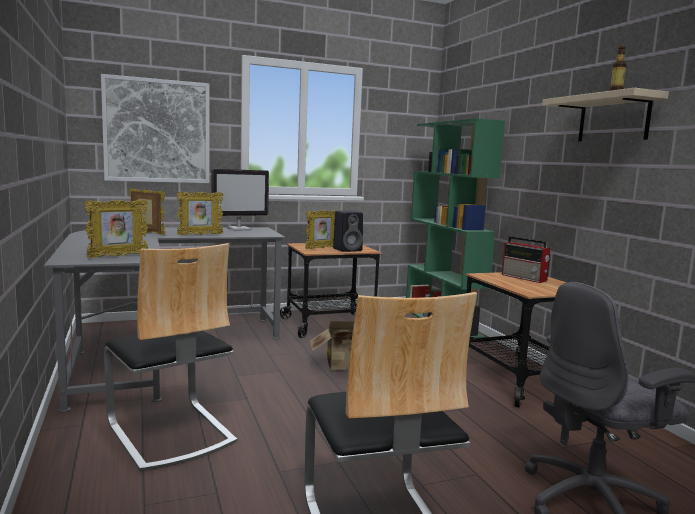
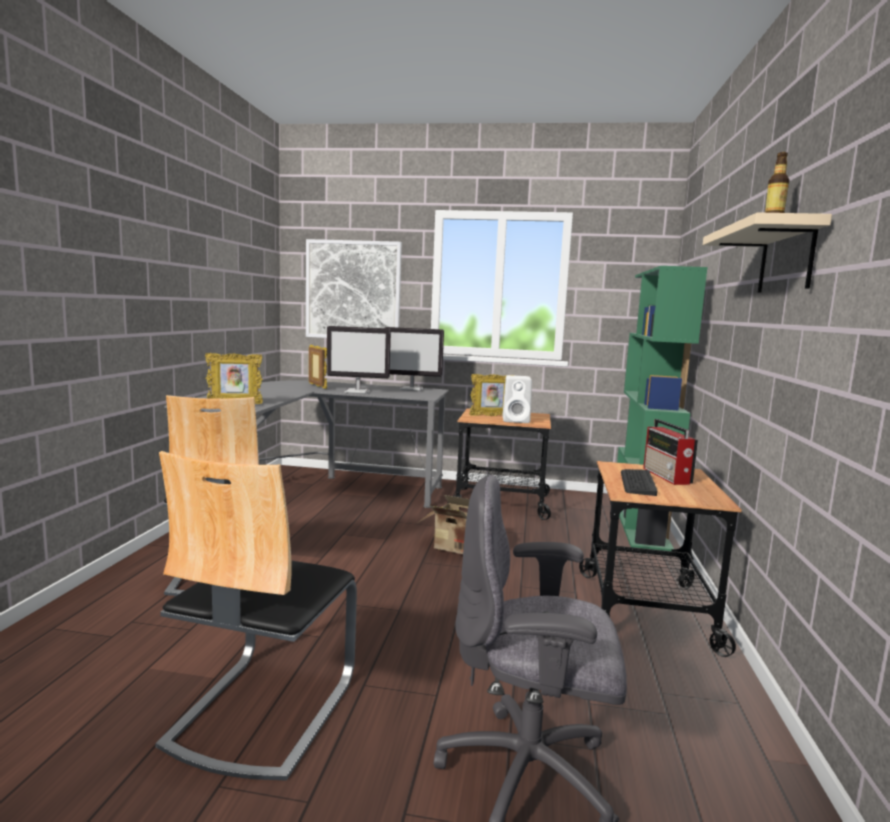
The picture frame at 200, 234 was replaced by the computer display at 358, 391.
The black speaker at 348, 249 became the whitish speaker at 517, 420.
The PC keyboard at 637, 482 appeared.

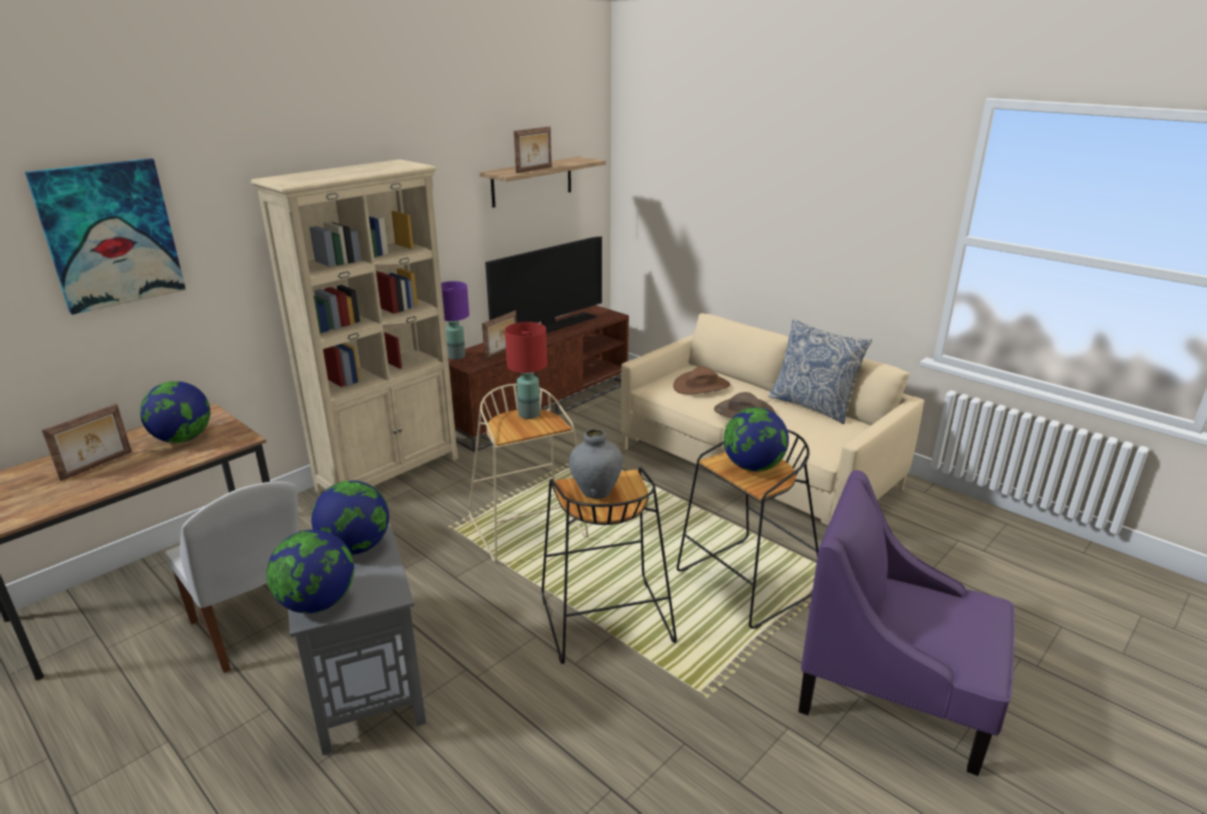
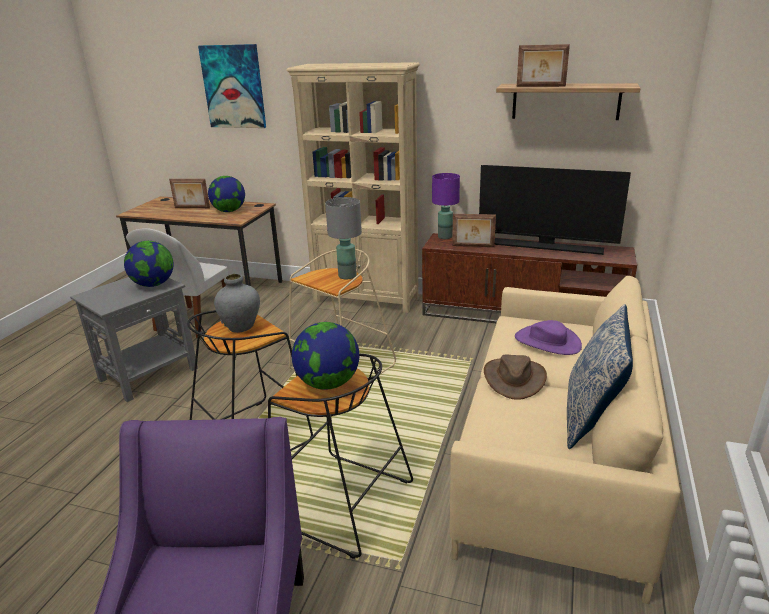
The reddish lamp for a table at 528, 414 became the gray lamp for a table at 347, 276.
The brown hat at 701, 386 became the purple-coloured hat at 547, 342.
The globe at 317, 603 disappeared.

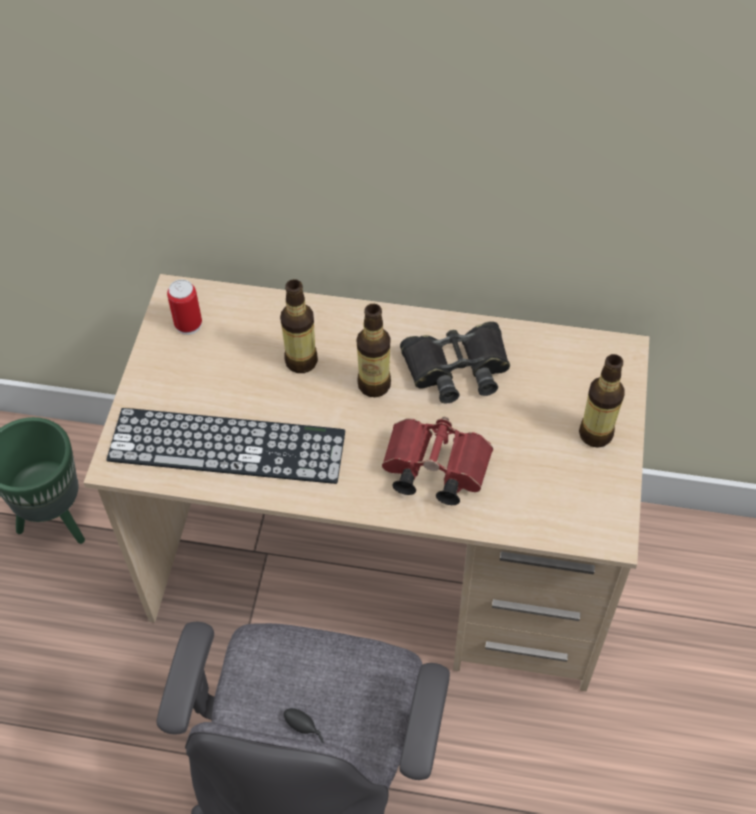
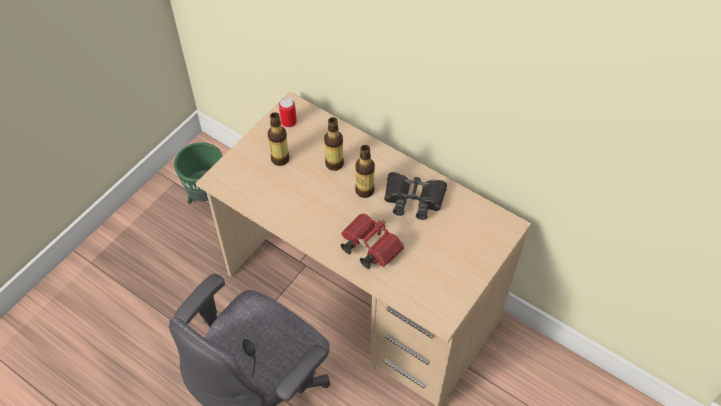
The beverage bottle moved from 595, 434 to 280, 159.
The PC keyboard at 227, 446 disappeared.

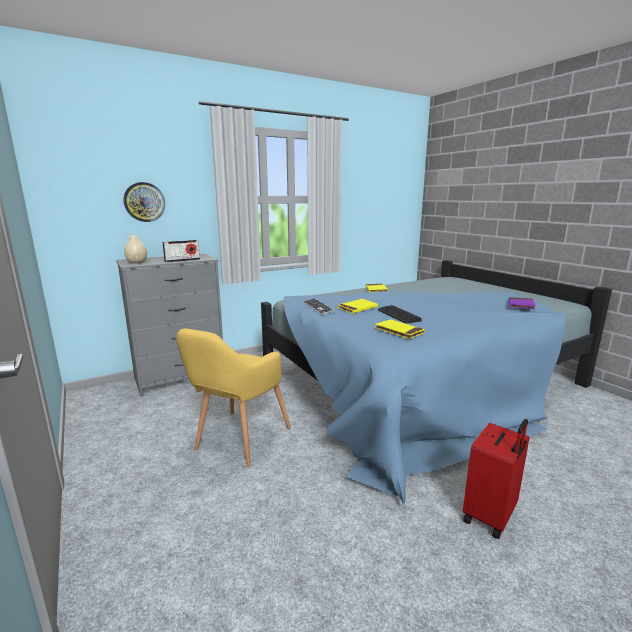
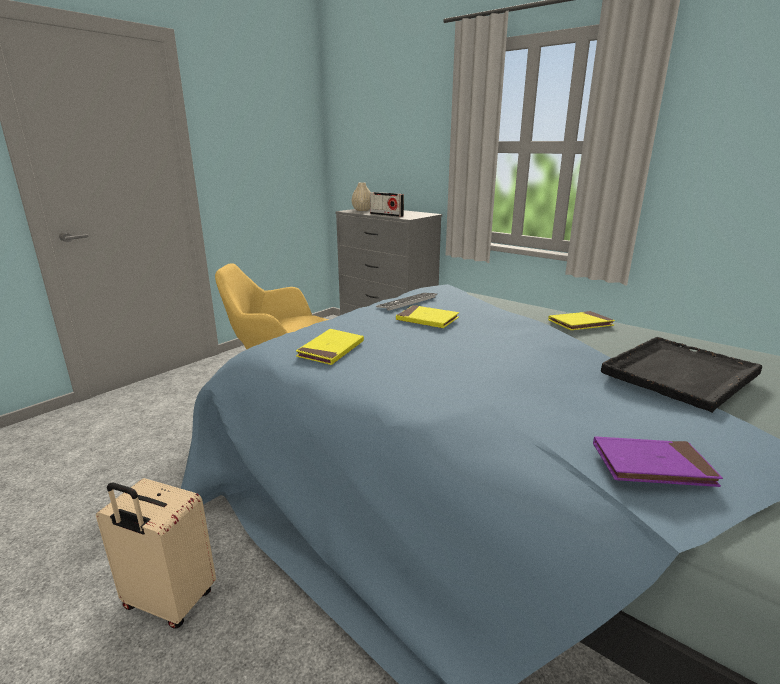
The reddish suitcase at 490, 516 became the beige-coloured suitcase at 168, 602.
The black tray at 678, 373 appeared.
The wall clock at 144, 202 disappeared.
The PC keyboard at 398, 315 disappeared.

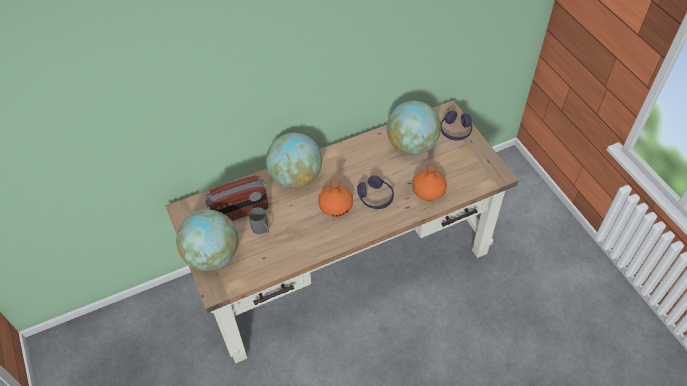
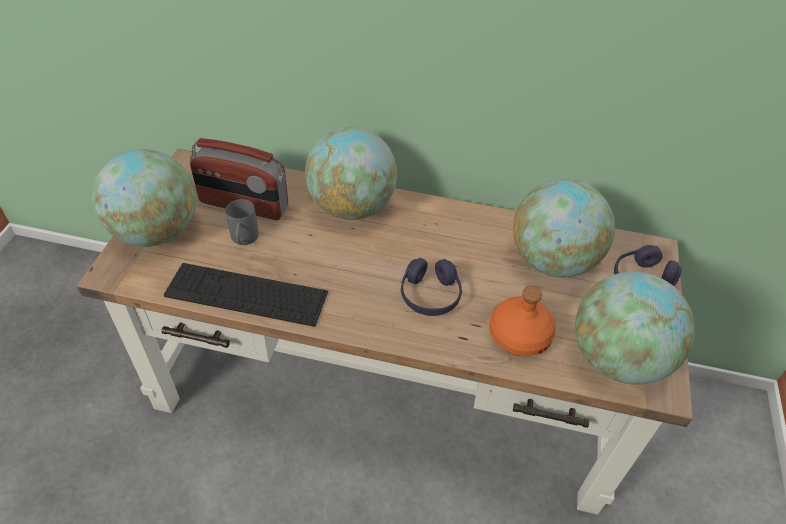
The PC keyboard at 246, 294 appeared.
The globe at 617, 358 appeared.
The orange-coloured beverage bottle at 335, 205 disappeared.

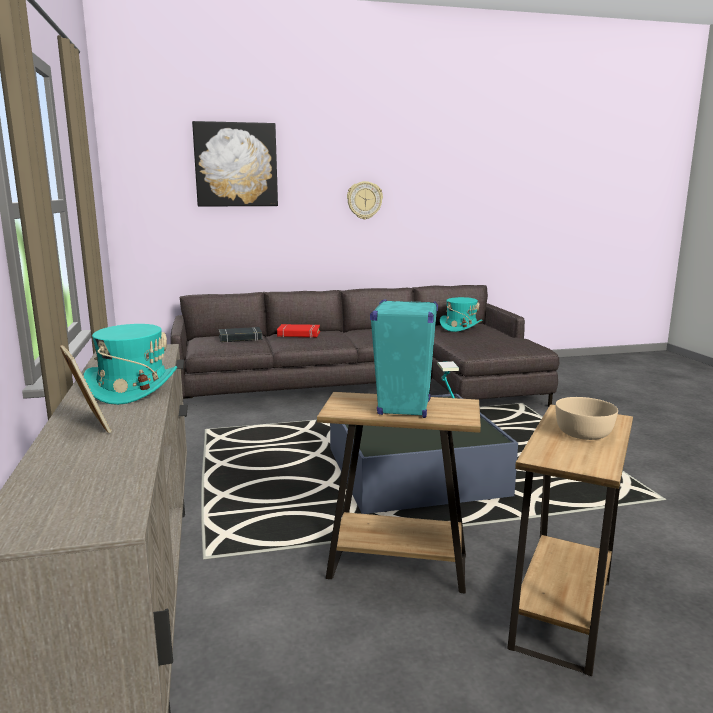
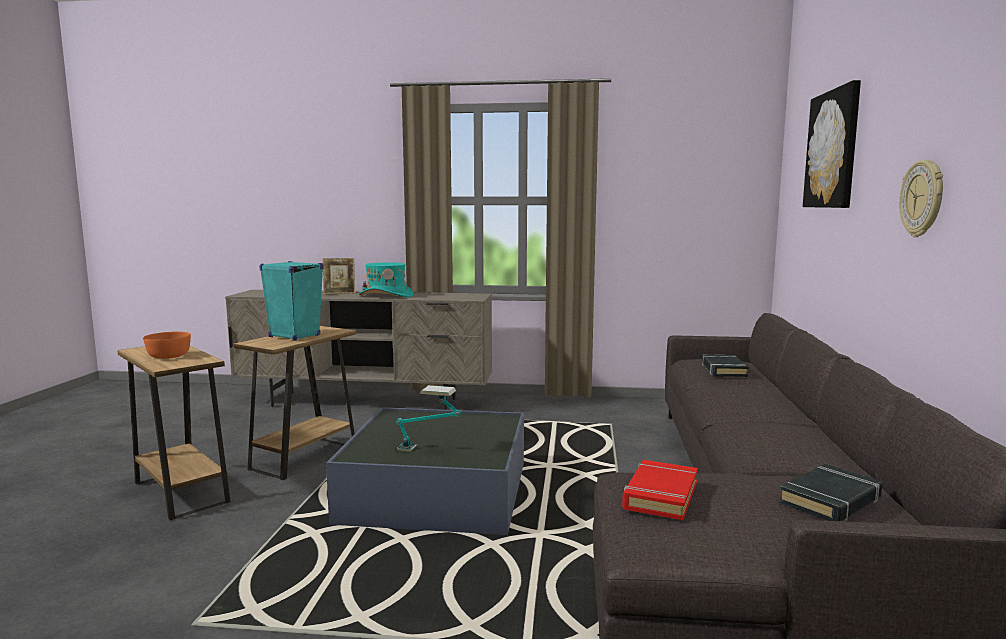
The beige-coloured bowl at 584, 433 became the orange-coloured bowl at 169, 356.
The reddish bound book moved from 298, 334 to 660, 496.
The turquoise-coloured hat at 460, 327 was replaced by the black bound book at 831, 500.

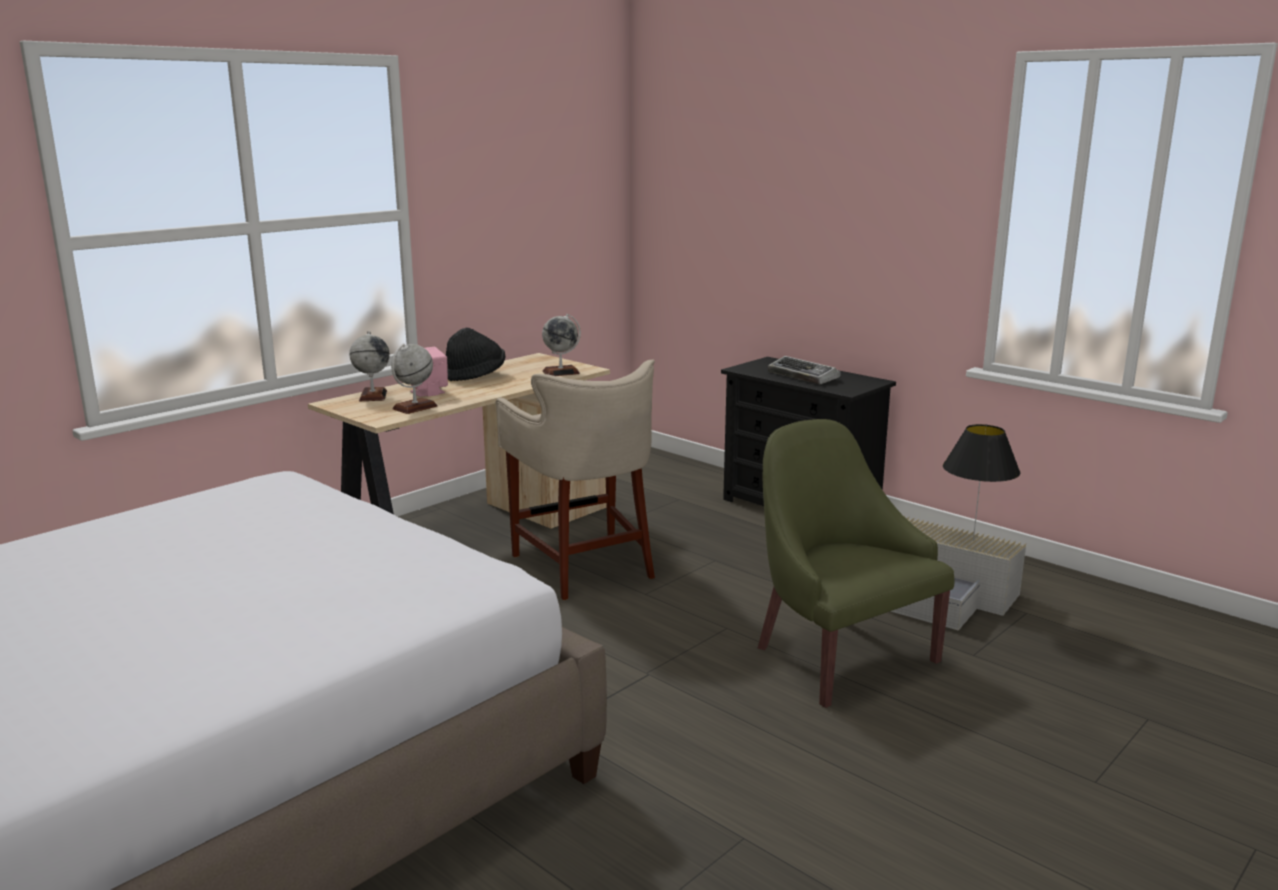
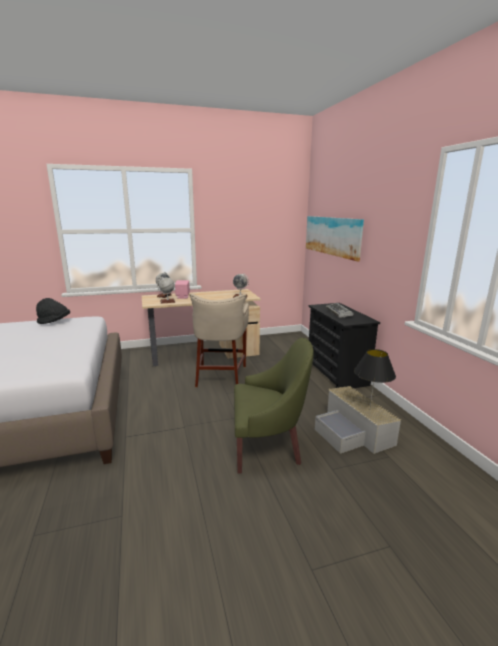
The black hat moved from 475, 376 to 54, 322.
The green lounge chair at 838, 655 turned 90 degrees clockwise.
The picture at 332, 236 appeared.

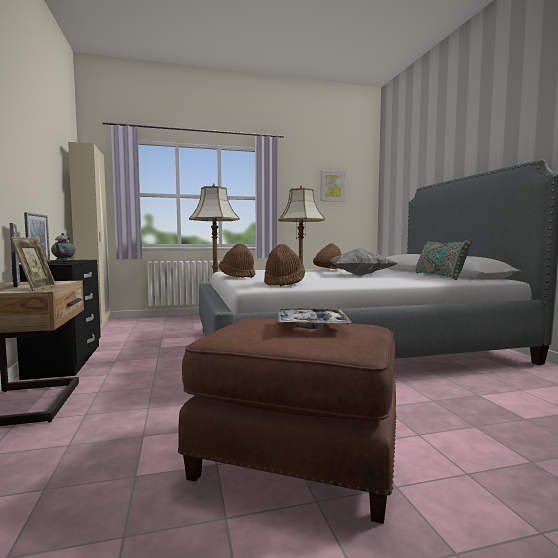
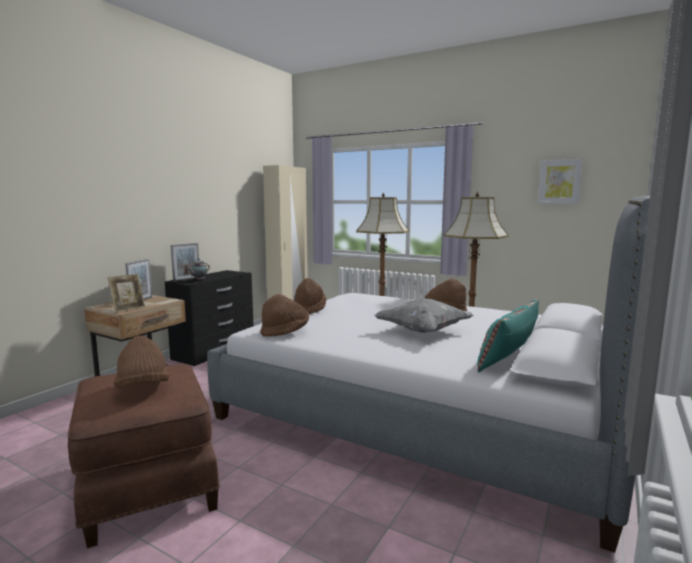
The tray at 311, 325 was replaced by the brown hat at 143, 388.

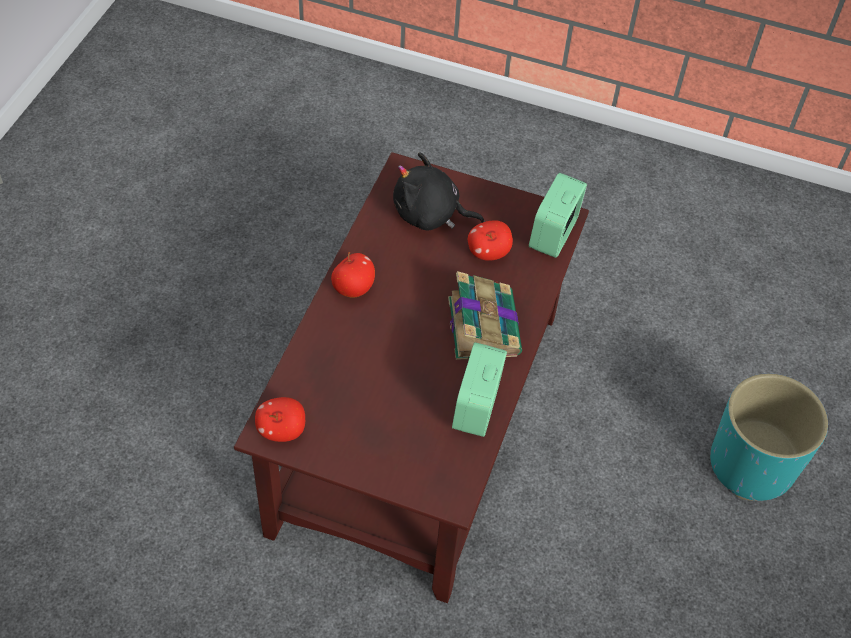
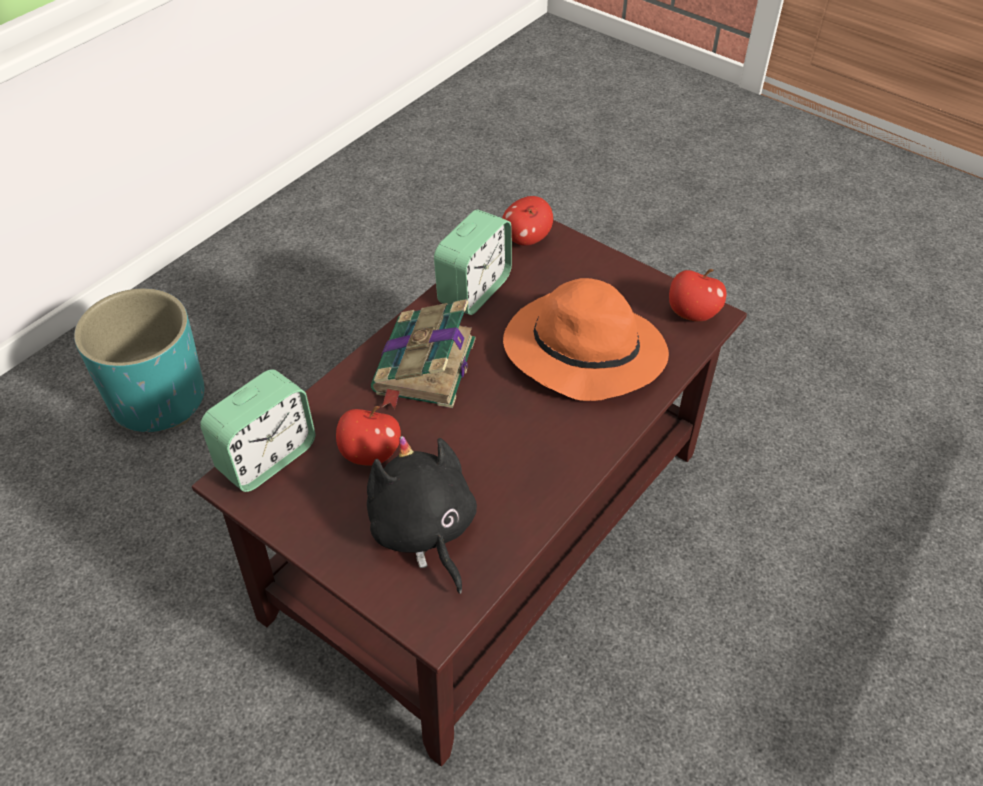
The black plush toy at 430, 215 turned 150 degrees counterclockwise.
The whole apple moved from 353, 288 to 526, 239.
The orange-coloured hat at 581, 352 appeared.

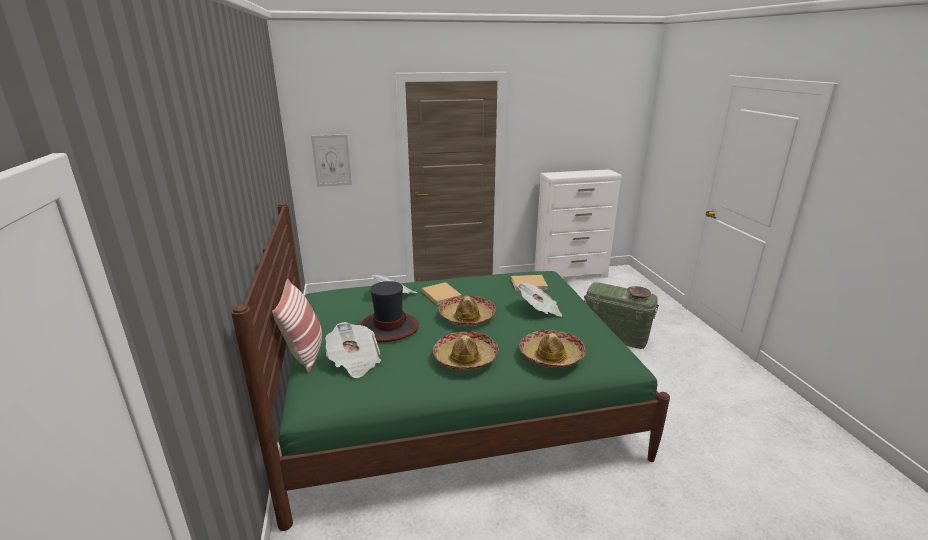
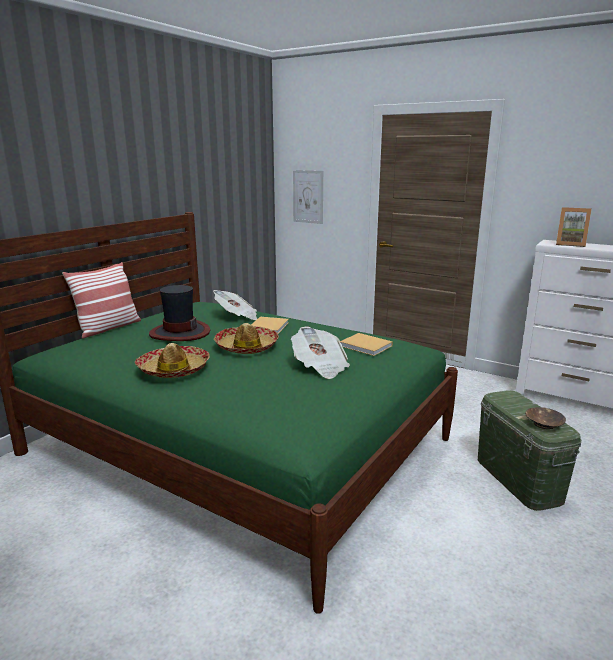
The picture frame at 570, 244 appeared.
The daily paper at 354, 362 disappeared.
The hat at 551, 356 disappeared.

